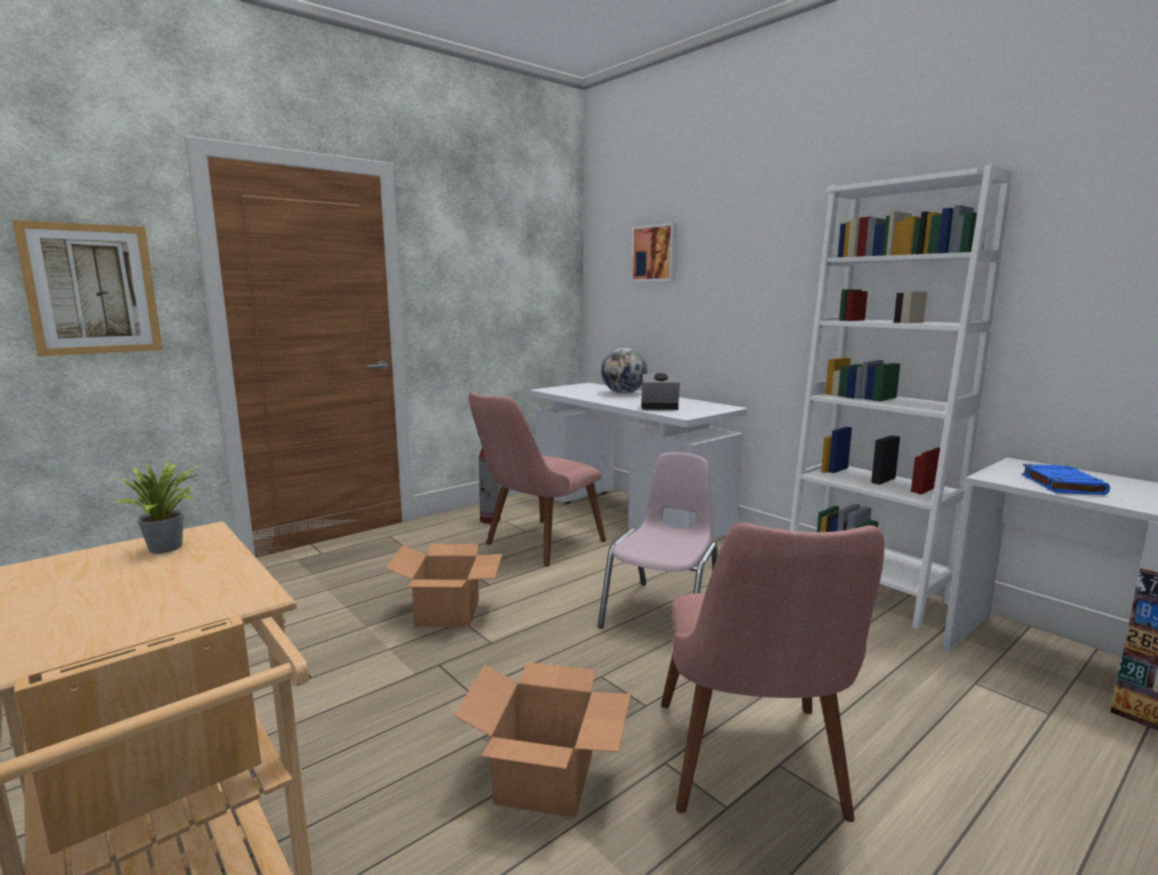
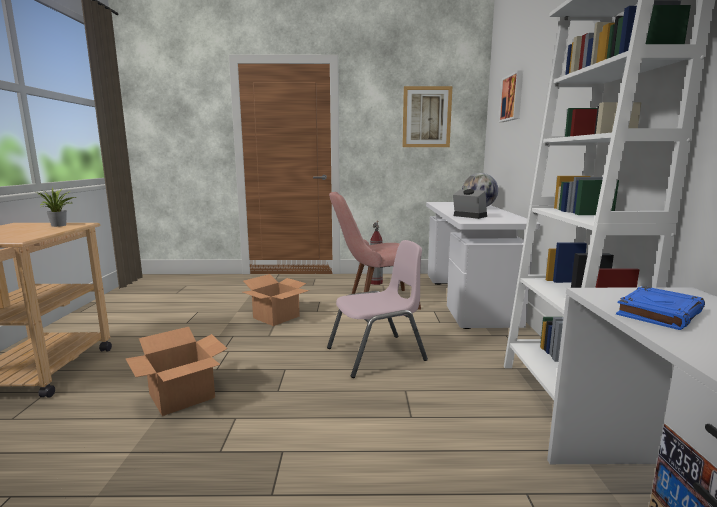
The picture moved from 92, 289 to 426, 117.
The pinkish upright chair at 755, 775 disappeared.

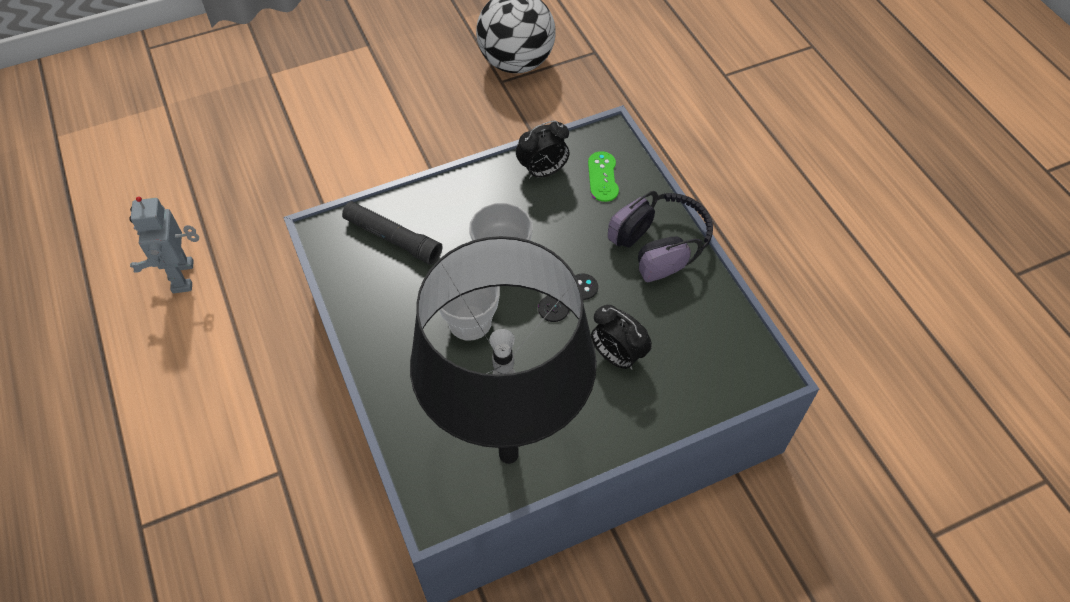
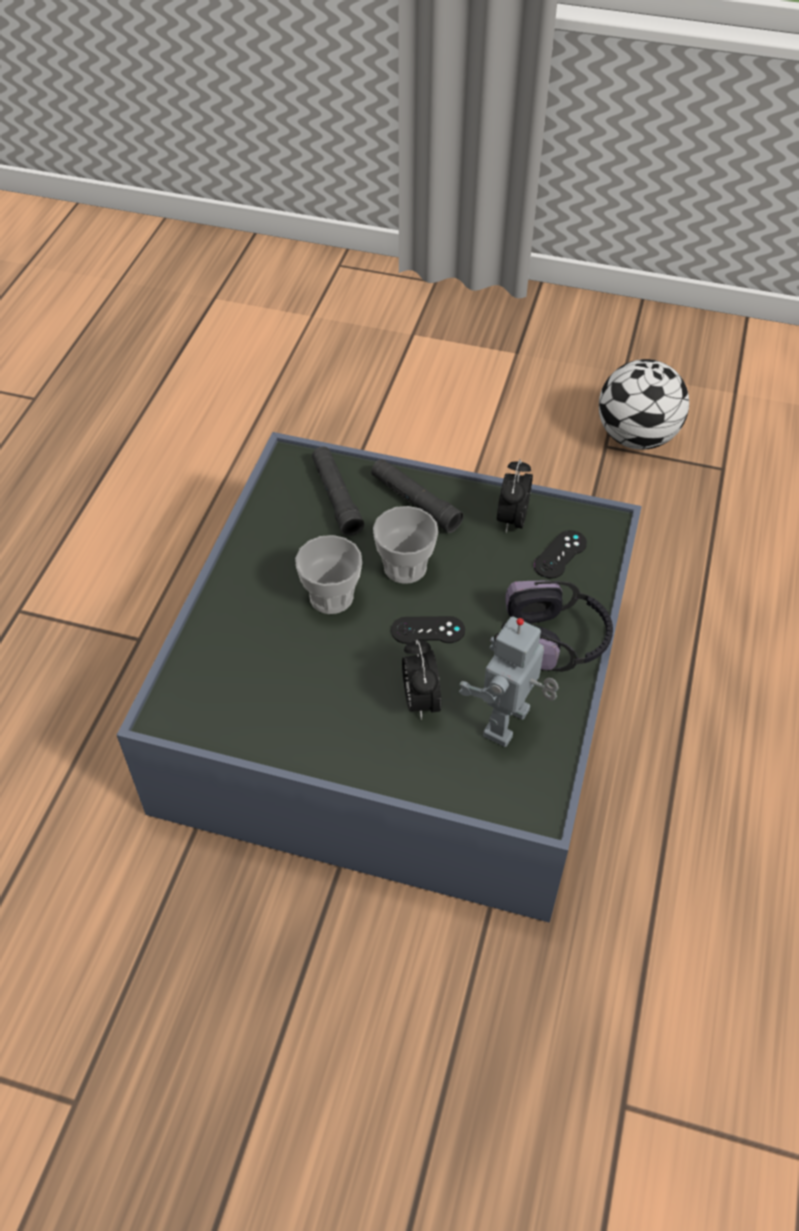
The black torch at 415, 502 appeared.
The toy robot moved from 185, 276 to 509, 724.
The alarm clock at 543, 171 turned 90 degrees clockwise.
The green gamepad at 603, 176 became the black gamepad at 560, 554.
The black lamp for a table at 509, 454 disappeared.

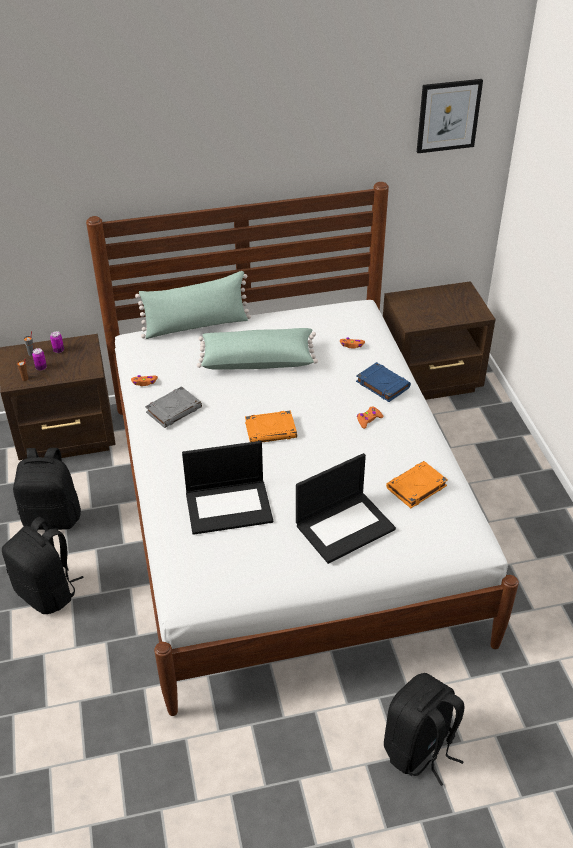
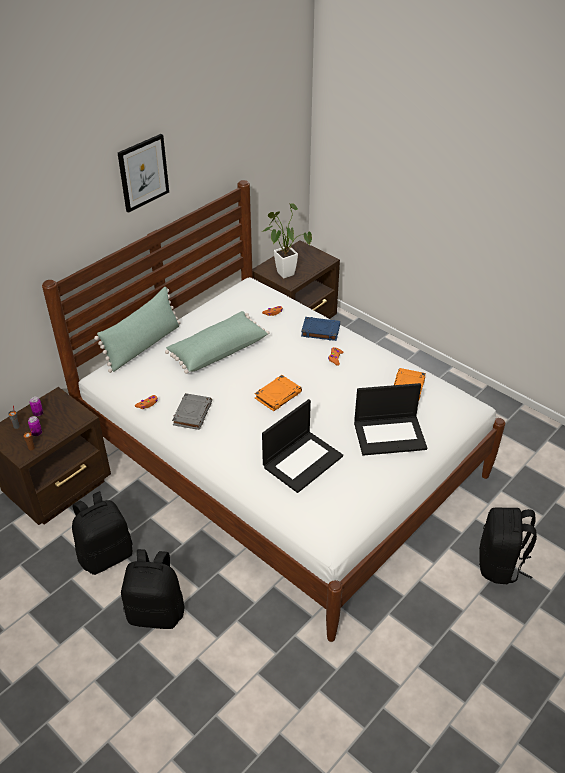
The picture moved from 448, 116 to 143, 172.
The potted plant at 283, 271 appeared.
The portable computer at 345, 526 turned 60 degrees clockwise.

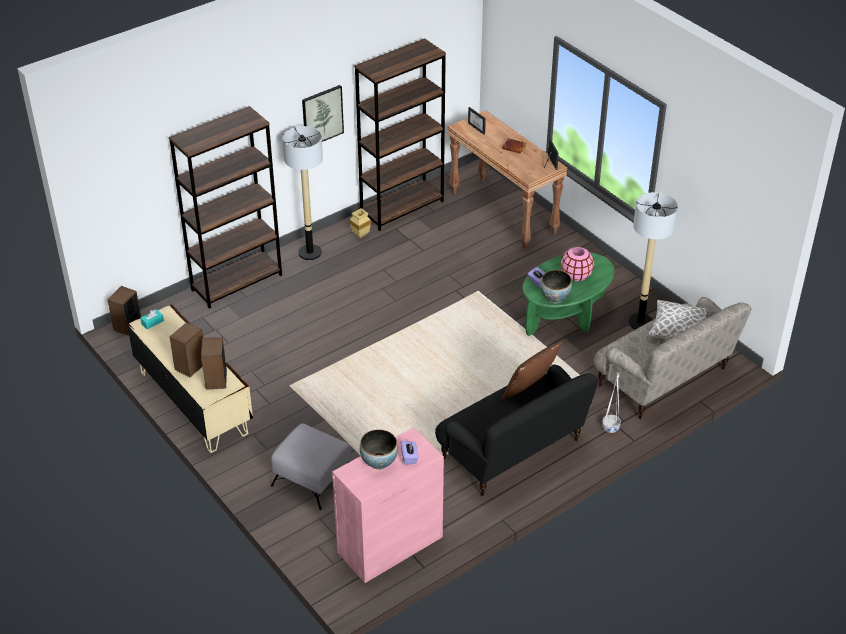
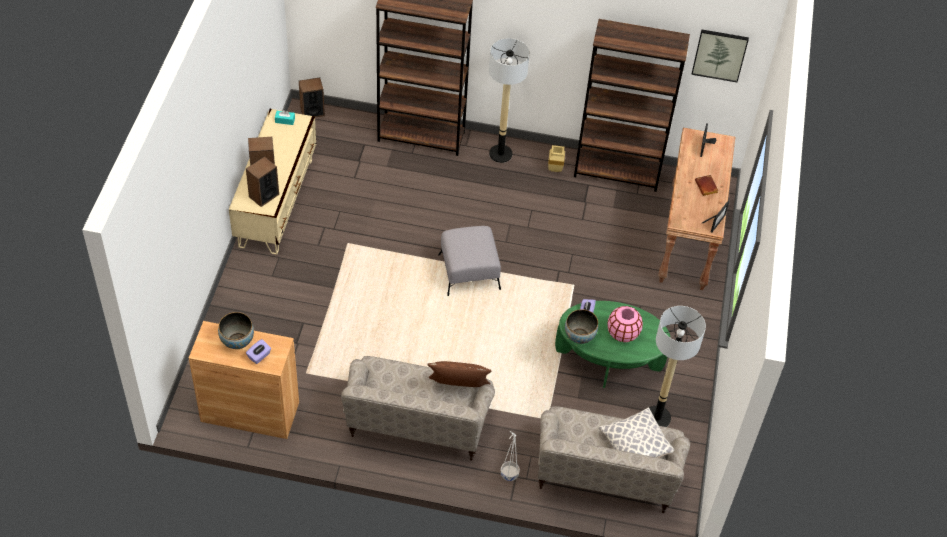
The pinkish storage cabinet at 390, 544 became the brown storage cabinet at 250, 412.
The black sofa at 513, 451 became the beige-coloured sofa at 417, 425.
The gray pouffe moved from 312, 478 to 469, 271.
The picture moved from 322, 115 to 719, 54.

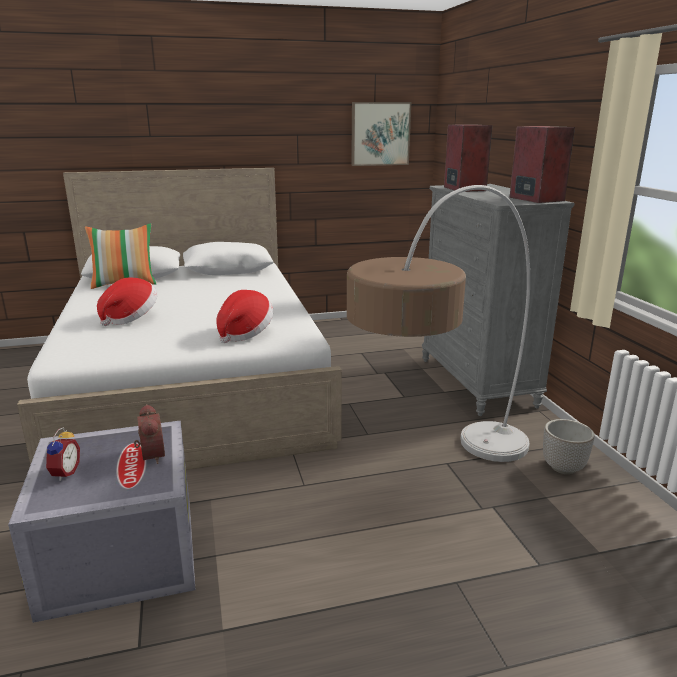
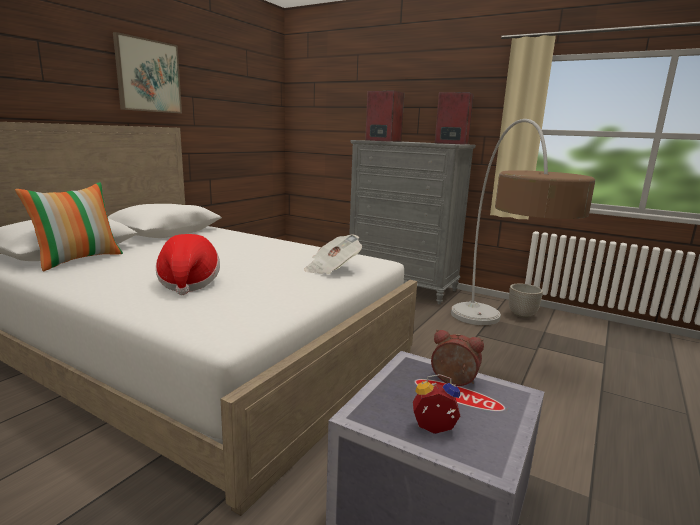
The picture moved from 380, 134 to 148, 76.
The hat at 245, 333 was replaced by the daily paper at 332, 269.
The alarm clock at 63, 473 turned 45 degrees counterclockwise.

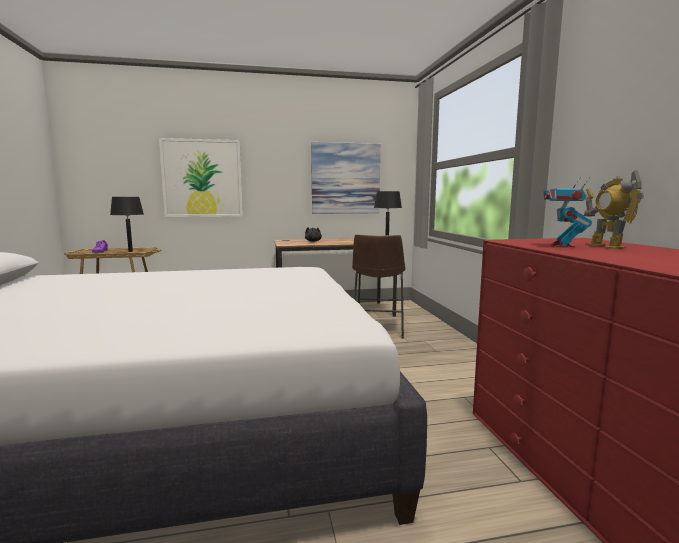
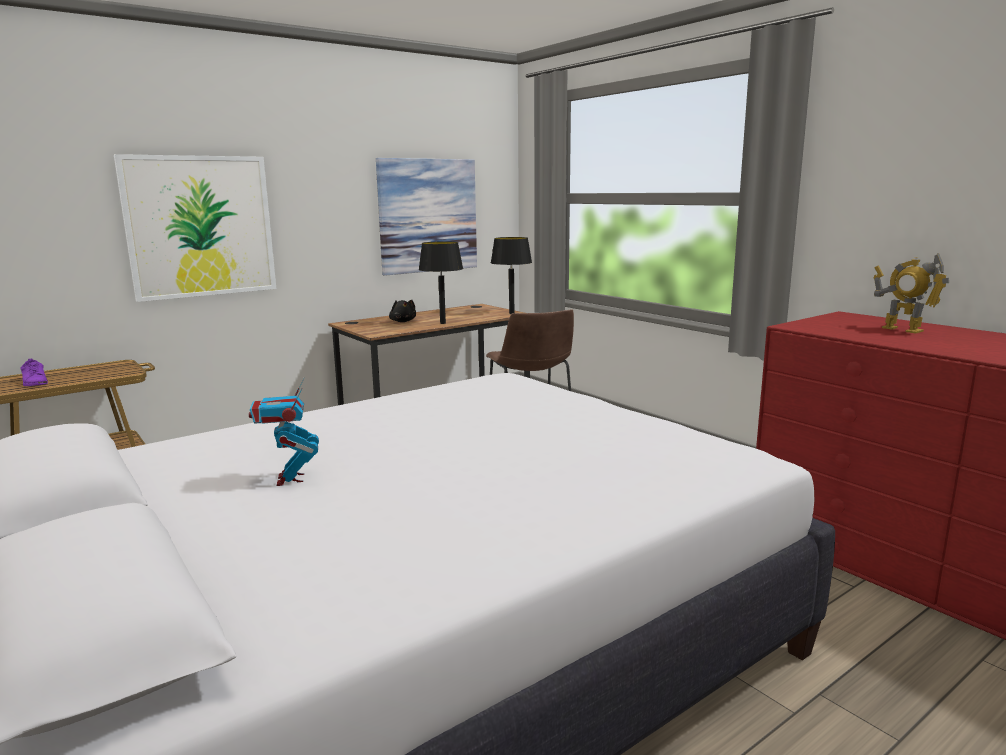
The toy robot moved from 562, 246 to 290, 479.
The black lamp for a table moved from 130, 251 to 442, 323.

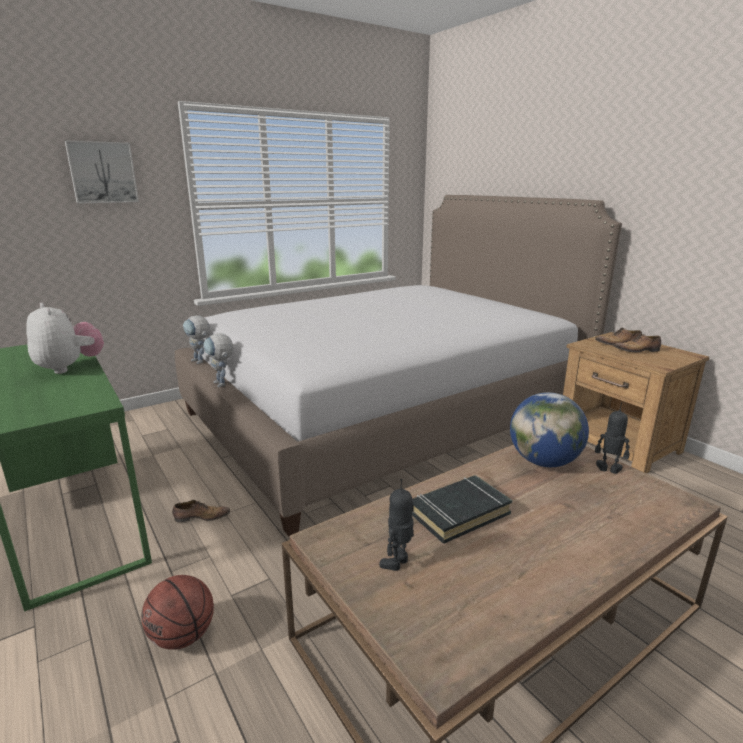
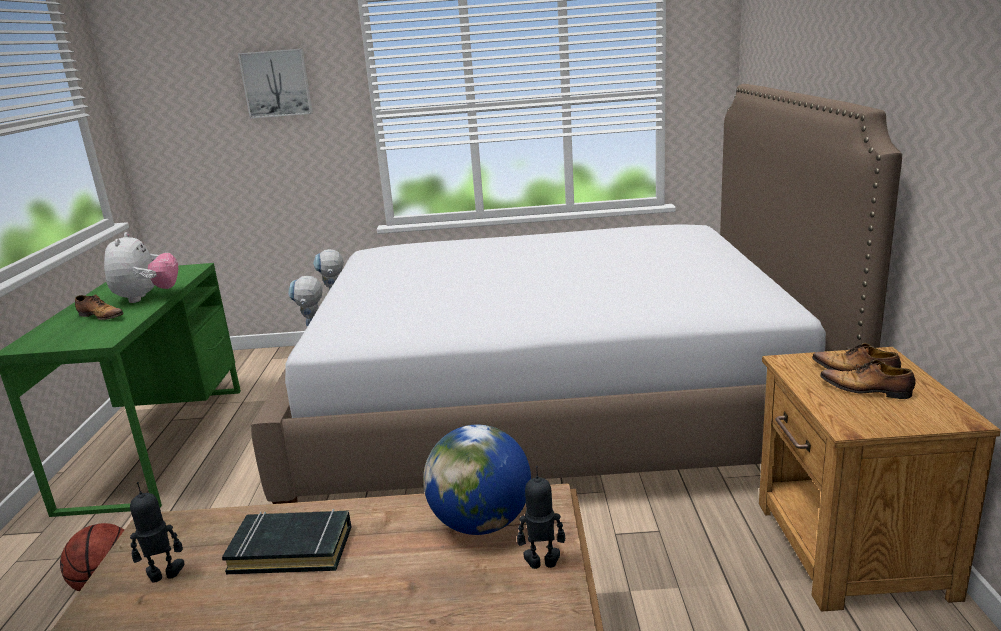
The item of footwear moved from 201, 517 to 101, 316.
The toy robot at 608, 470 turned 60 degrees counterclockwise.

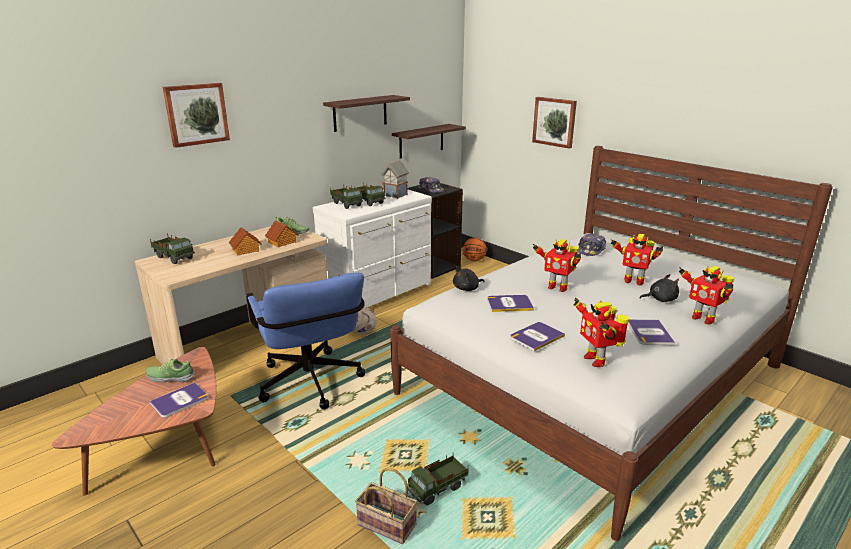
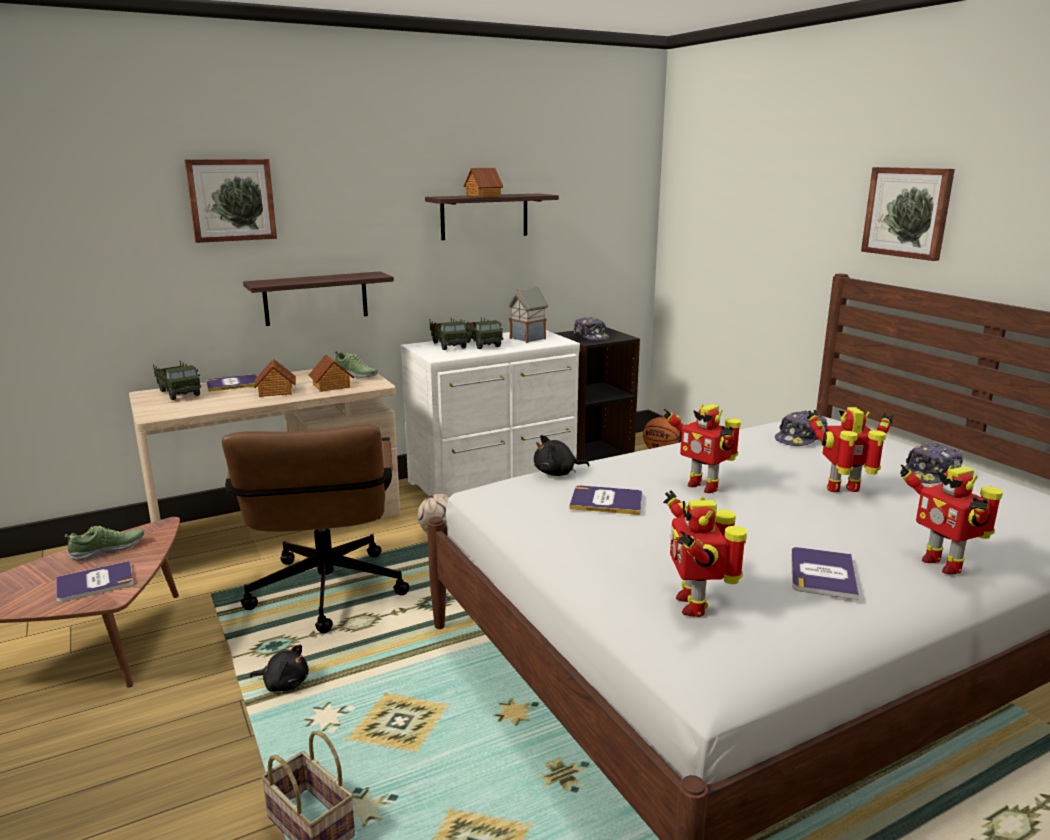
The item of footwear at 170, 377 turned 120 degrees clockwise.
The bound book moved from 536, 337 to 233, 384.
The blue office chair at 312, 386 became the brown office chair at 326, 597.
The bracket shelf moved from 421, 141 to 316, 298.
The black plush toy moved from 660, 299 to 284, 683.
The toy house at 482, 195 appeared.
The toy robot at 633, 281 turned 135 degrees clockwise.
The picture moved from 554, 122 to 907, 212.
The baseball cap at 930, 474 appeared.
The model truck at 438, 489 disappeared.

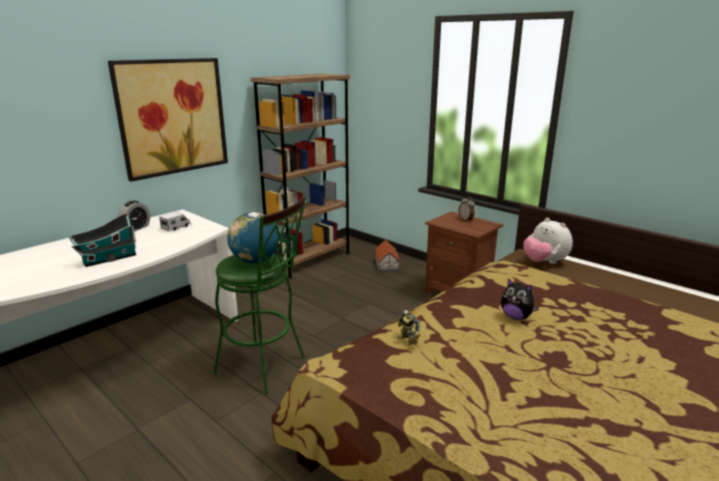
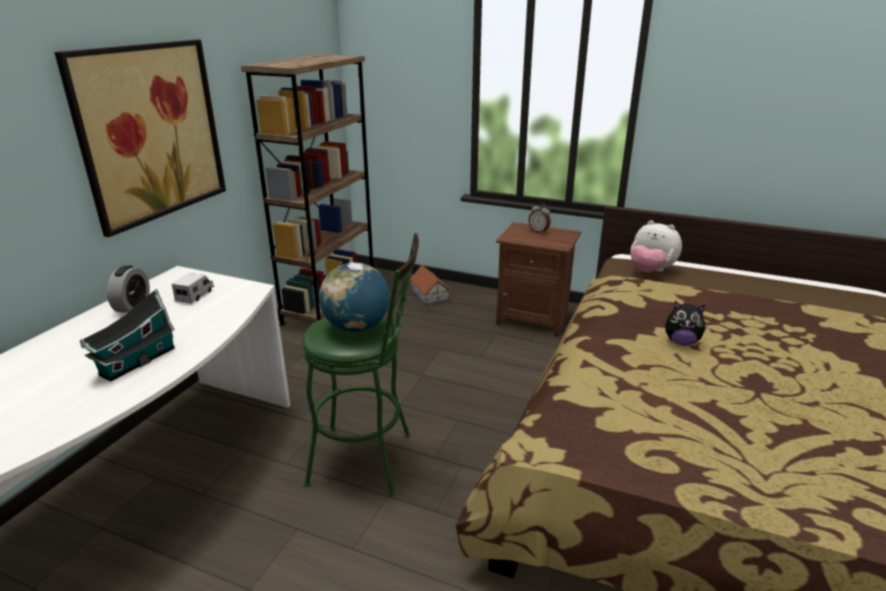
The toy robot at 406, 340 disappeared.

